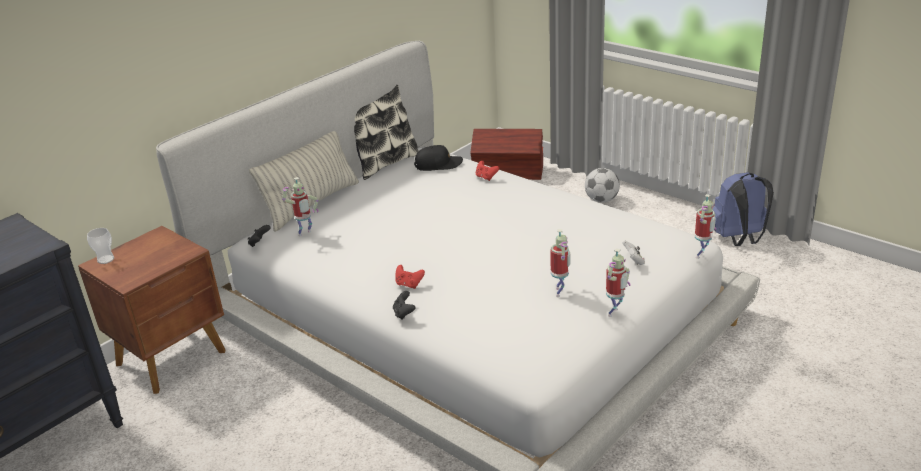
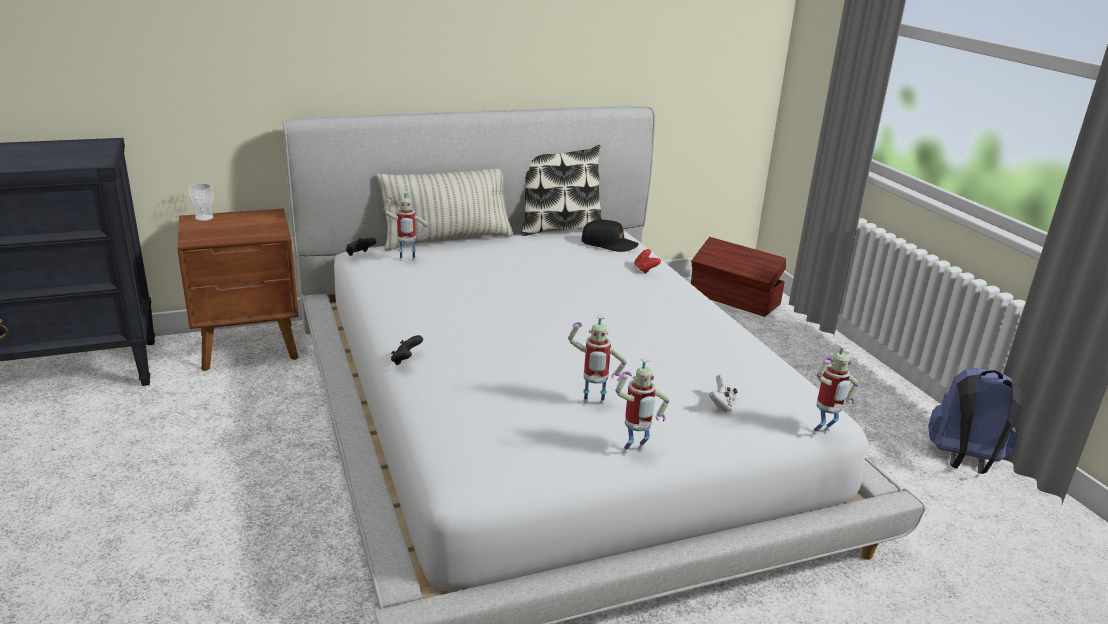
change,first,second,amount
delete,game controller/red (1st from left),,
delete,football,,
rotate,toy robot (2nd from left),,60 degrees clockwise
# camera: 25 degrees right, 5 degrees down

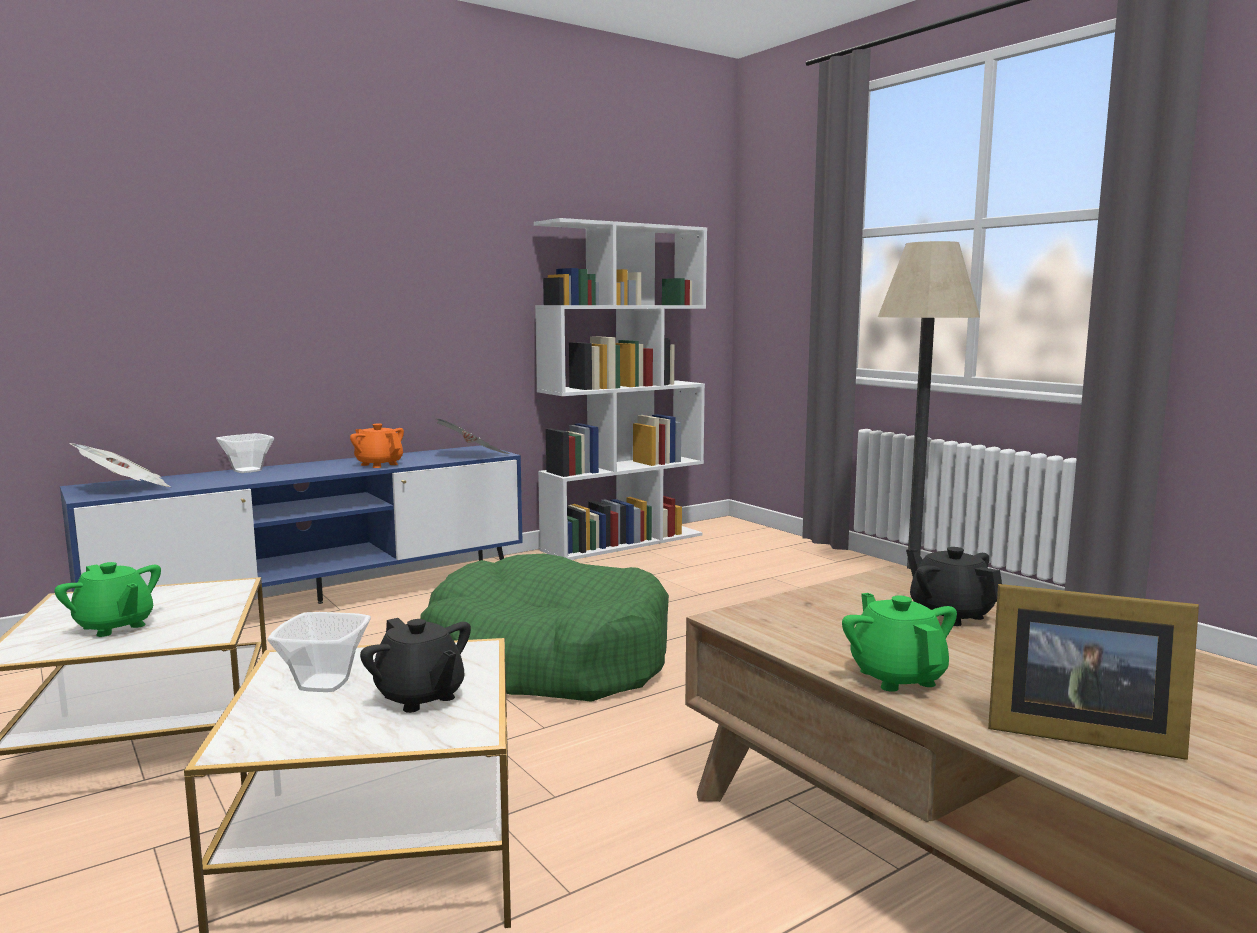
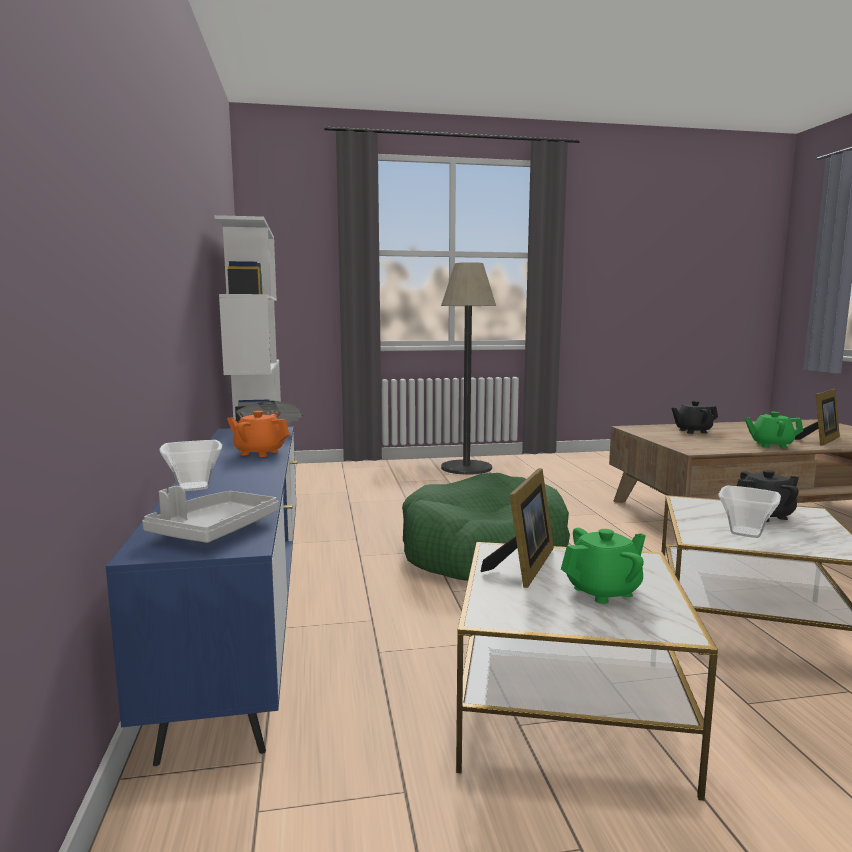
change,first,second,amount
insert,,picture frame (1st from left),
replace,newspaper (1st from left),tray/grey,
rotate,teapot/orange,,45 degrees clockwise
# camera: 65 degrees left, 0 degrees up

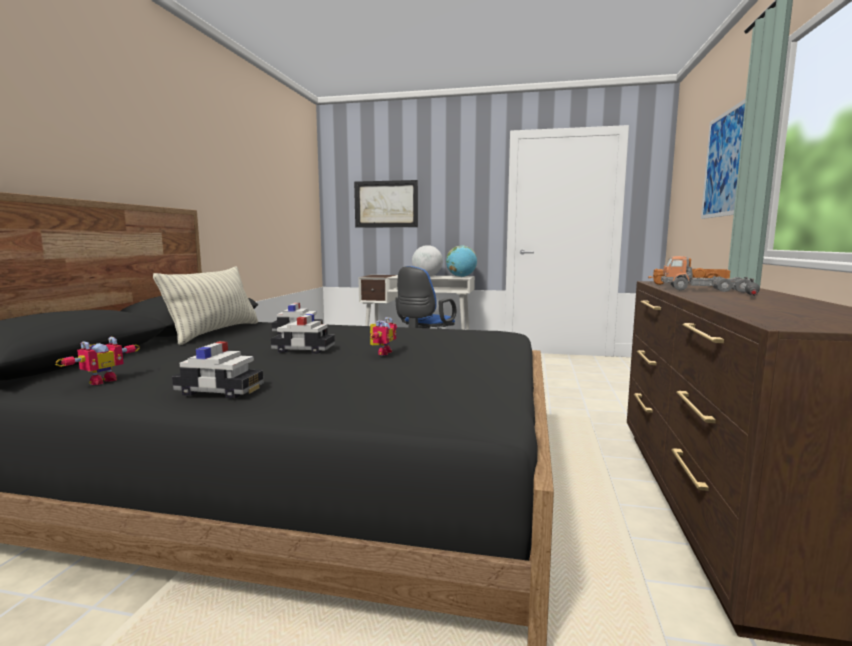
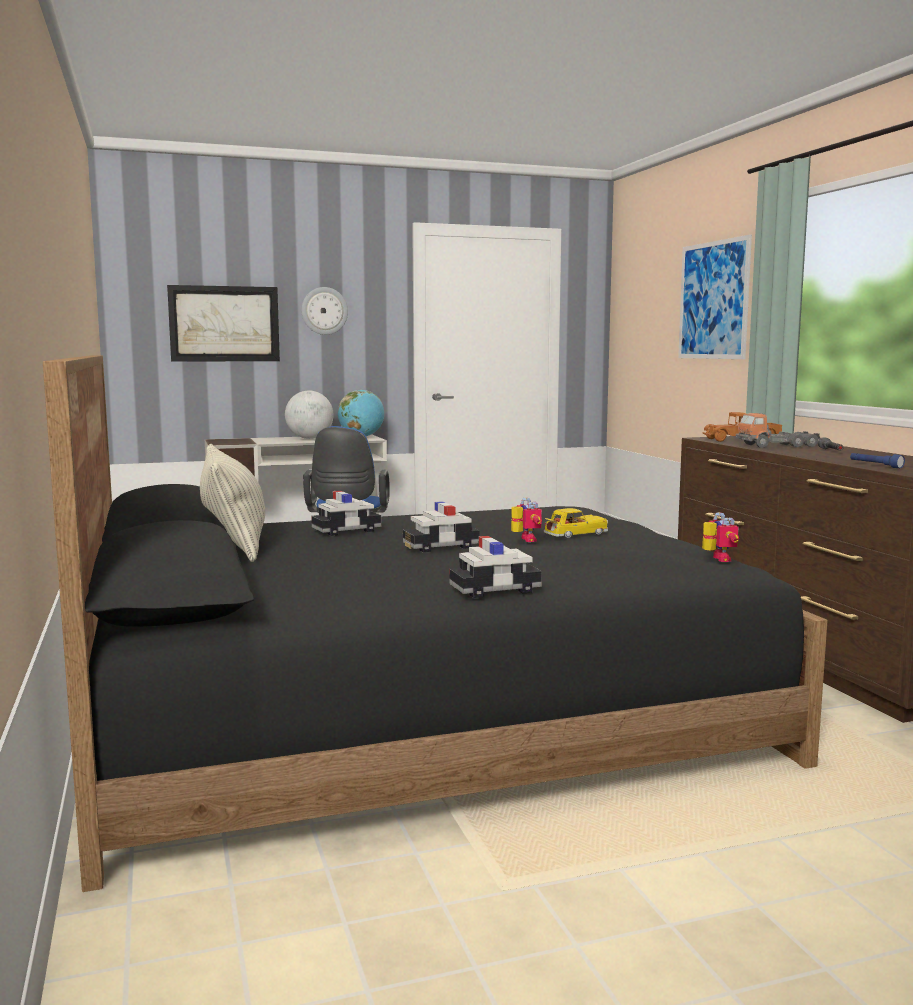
change,first,second,amount
insert,,wall clock,
insert,,toy car (4th from left),
insert,,flashlight/blue,
move,toy robot (1st from left in the first image),toy robot (2nd from left),
# camera: 30 degrees left, 0 degrees up

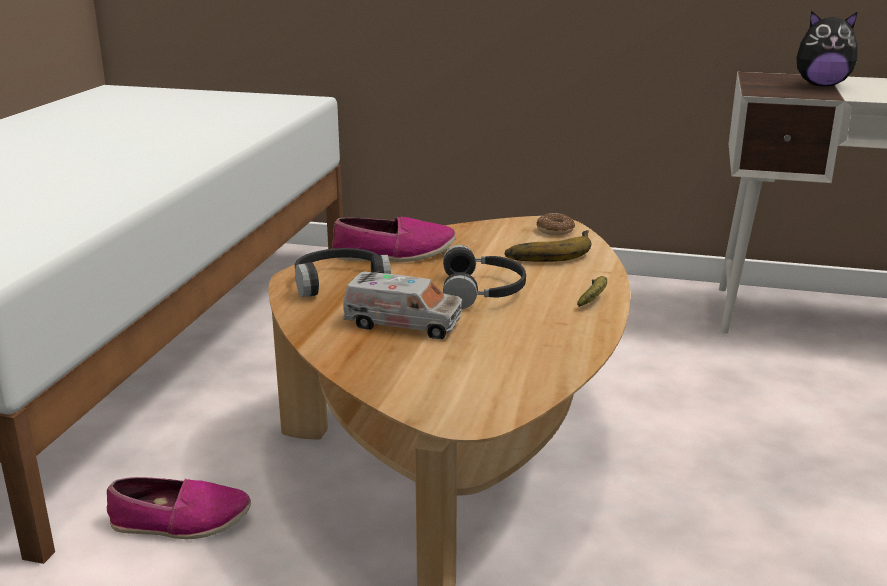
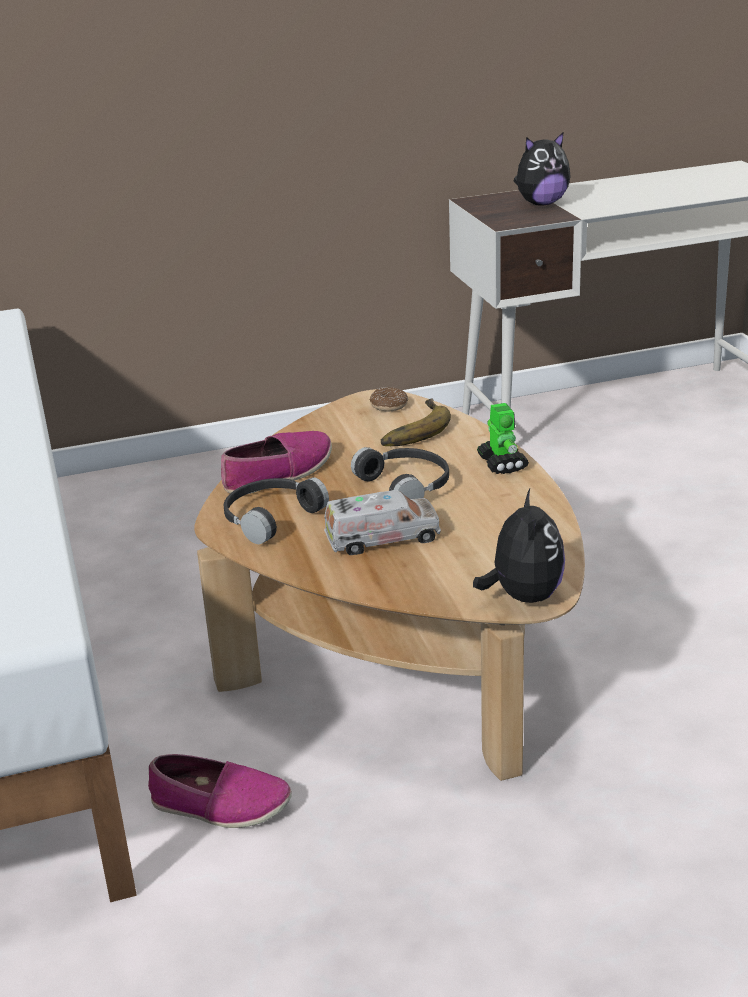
change,first,second,amount
insert,,plush toy (1st from left),
replace,banana (2nd from left),toy robot,
rotate,shoe (1st from left),,45 degrees clockwise
# camera: 30 degrees left, 5 degrees up

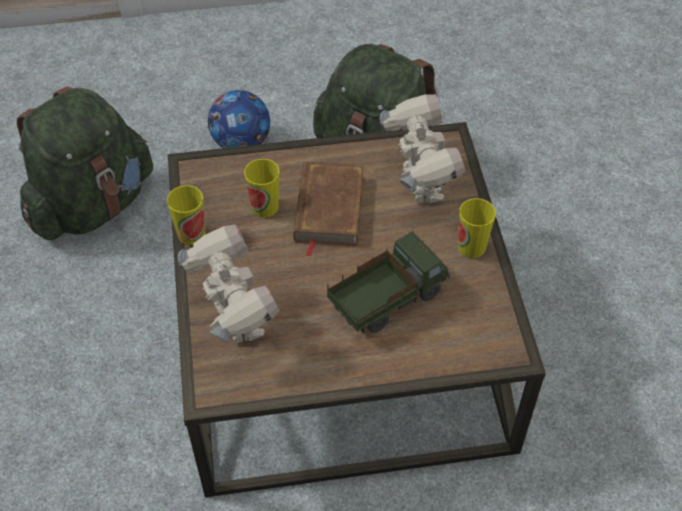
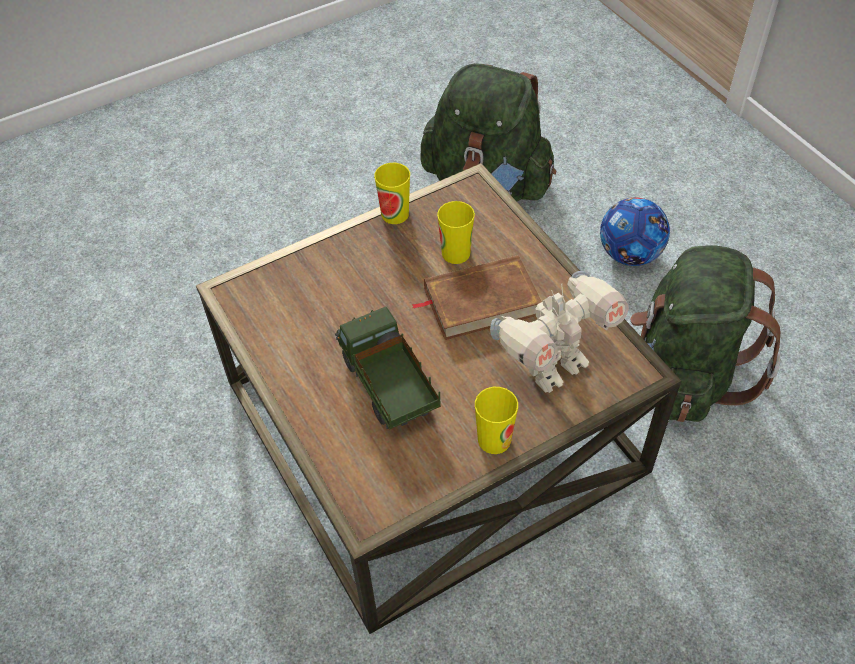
change,first,second,amount
delete,toy robot (1st from left),,
rotate,toy truck,,150 degrees counterclockwise
# camera: 70 degrees right, 0 degrees up

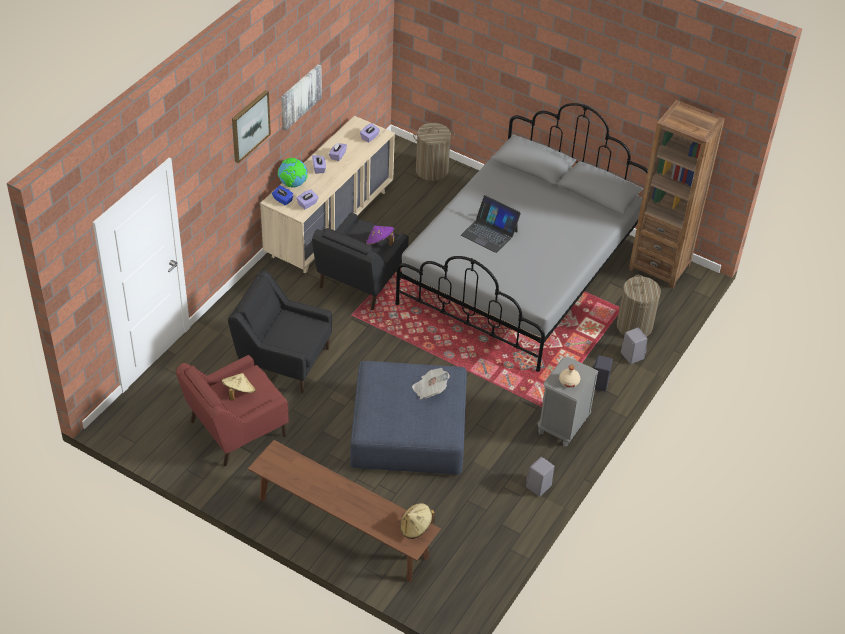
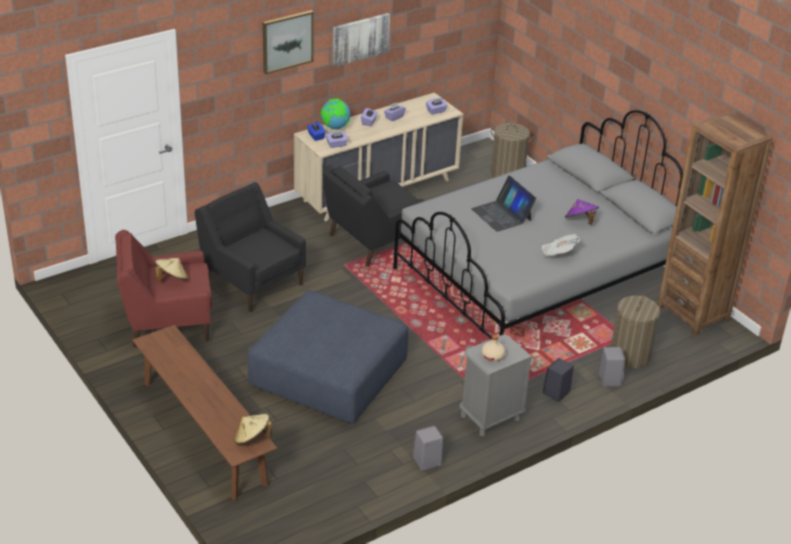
change,first,second,amount
move,hat/purple,,
move,newspaper,,
# camera: 25 degrees right, 10 degrees down

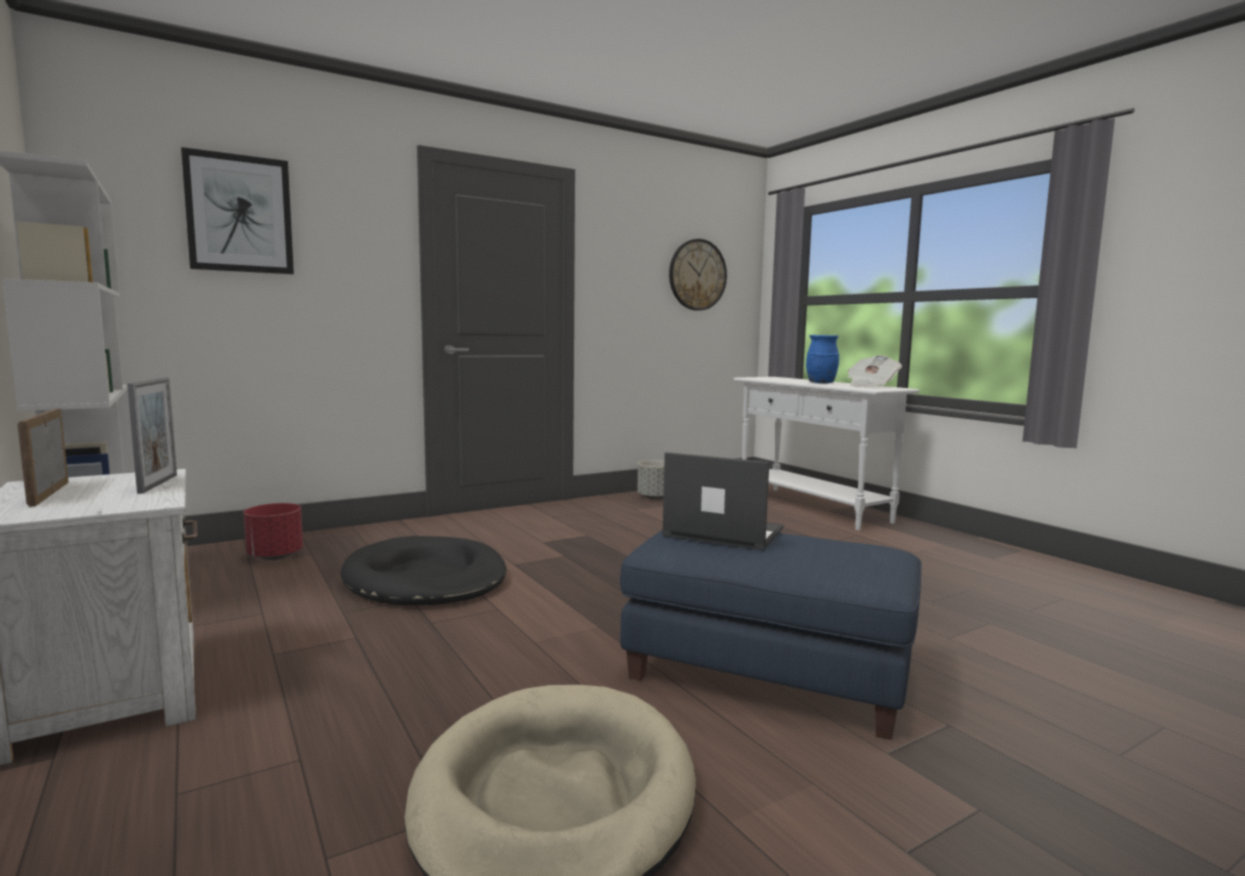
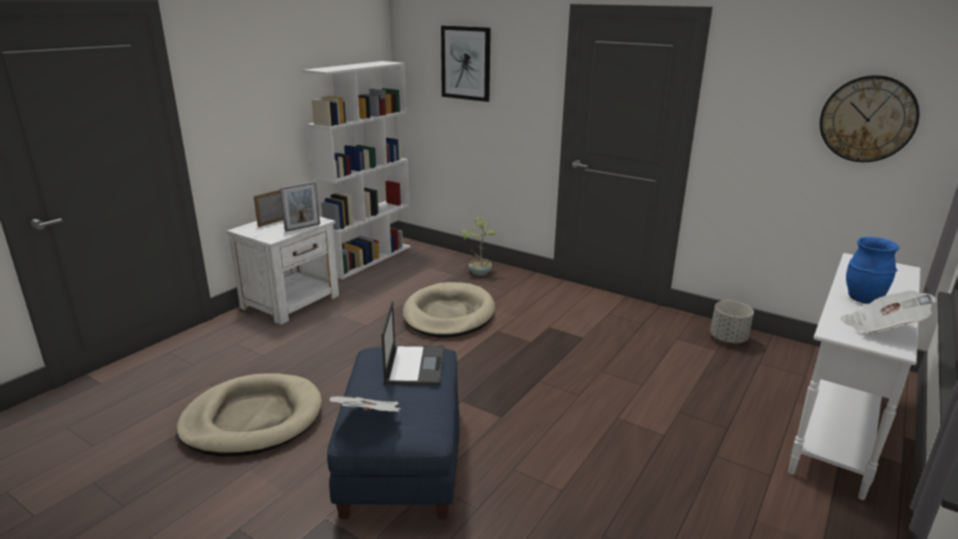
change,first,second,amount
delete,planter/red,,
insert,,newspaper (1st from left),
insert,,potted plant,
recolor,dog bed/black,dog bed/beige (2nd from left),
# camera: 65 degrees right, 15 degrees up

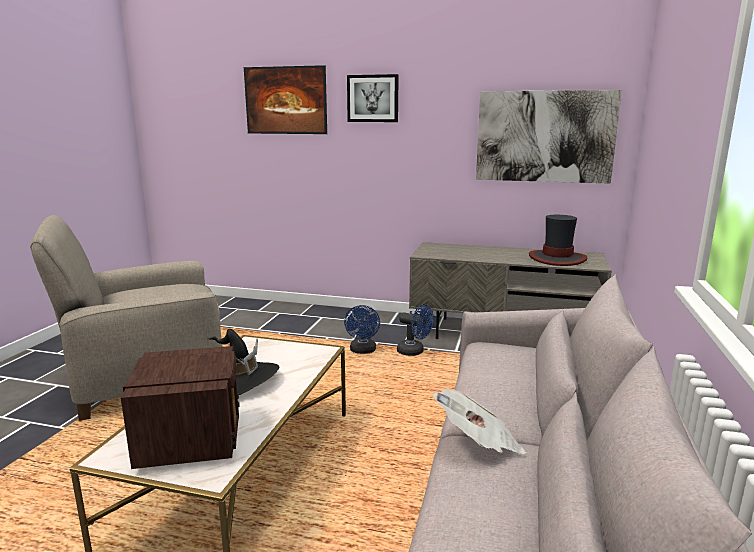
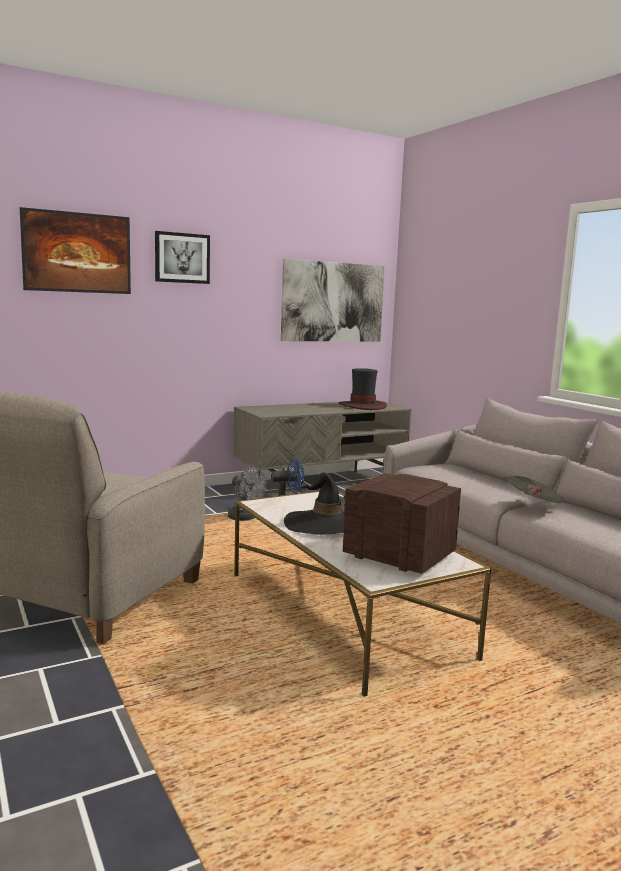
change,first,second,amount
recolor,fan/blue (1st from left),fan/grey,
# camera: 45 degrees left, 5 degrees down

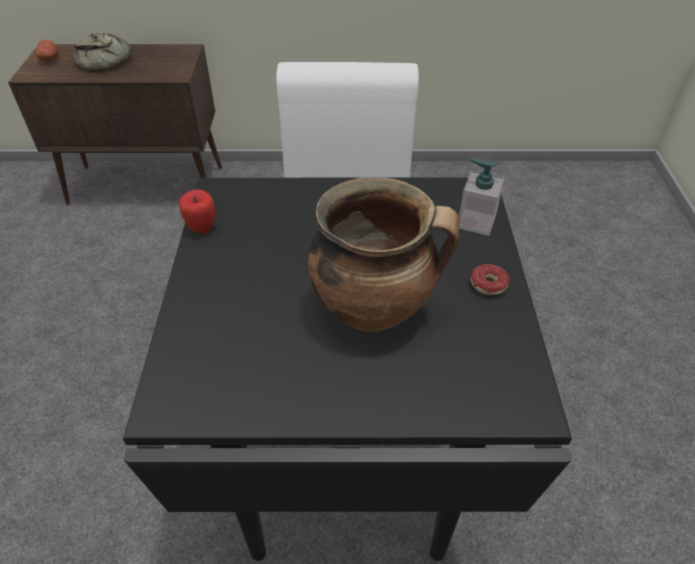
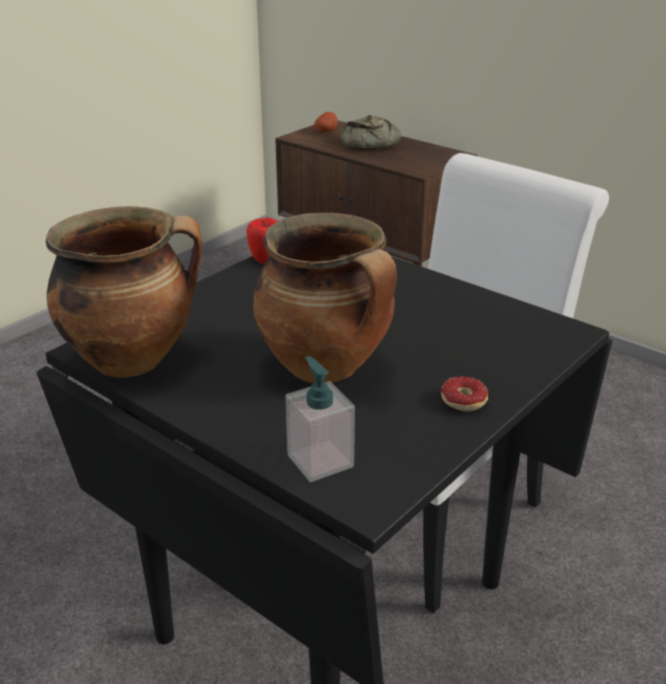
change,first,second,amount
insert,,cooking pot (1st from left),
move,soap dispenser,,
# camera: 40 degrees right, 15 degrees down

